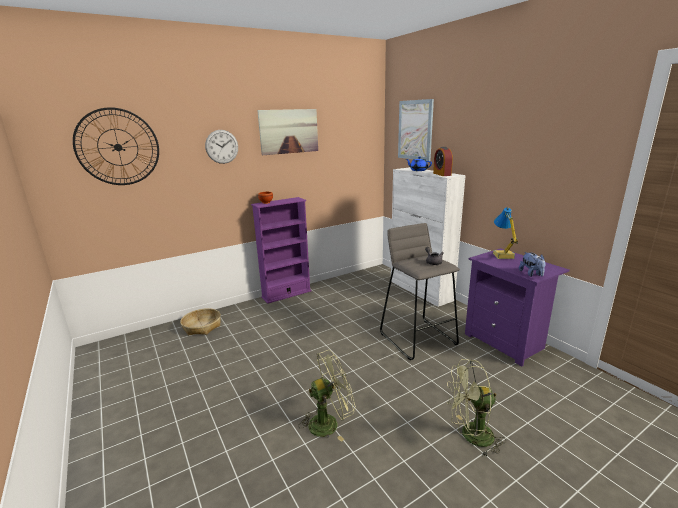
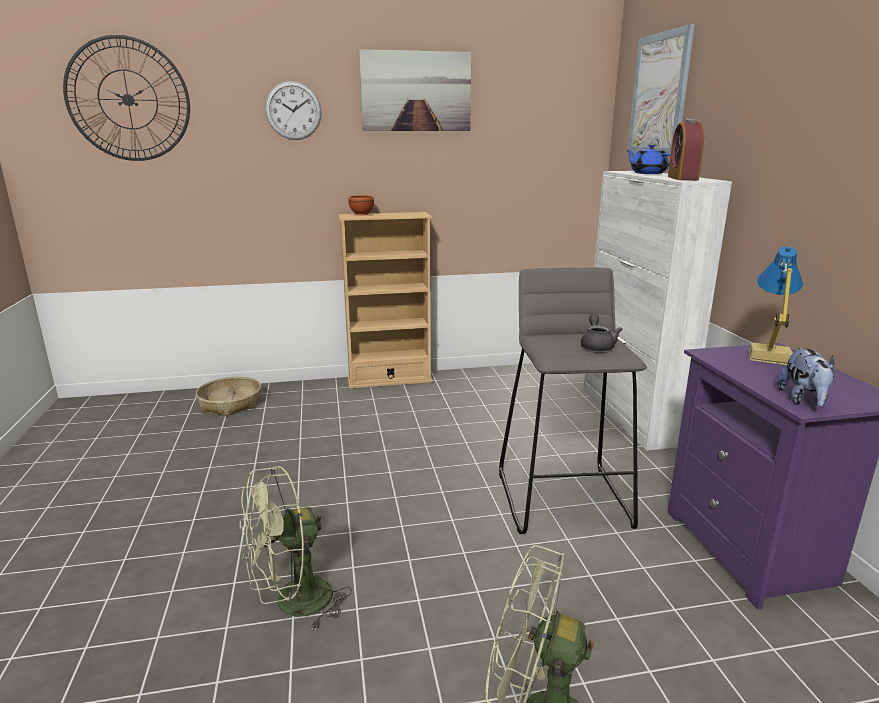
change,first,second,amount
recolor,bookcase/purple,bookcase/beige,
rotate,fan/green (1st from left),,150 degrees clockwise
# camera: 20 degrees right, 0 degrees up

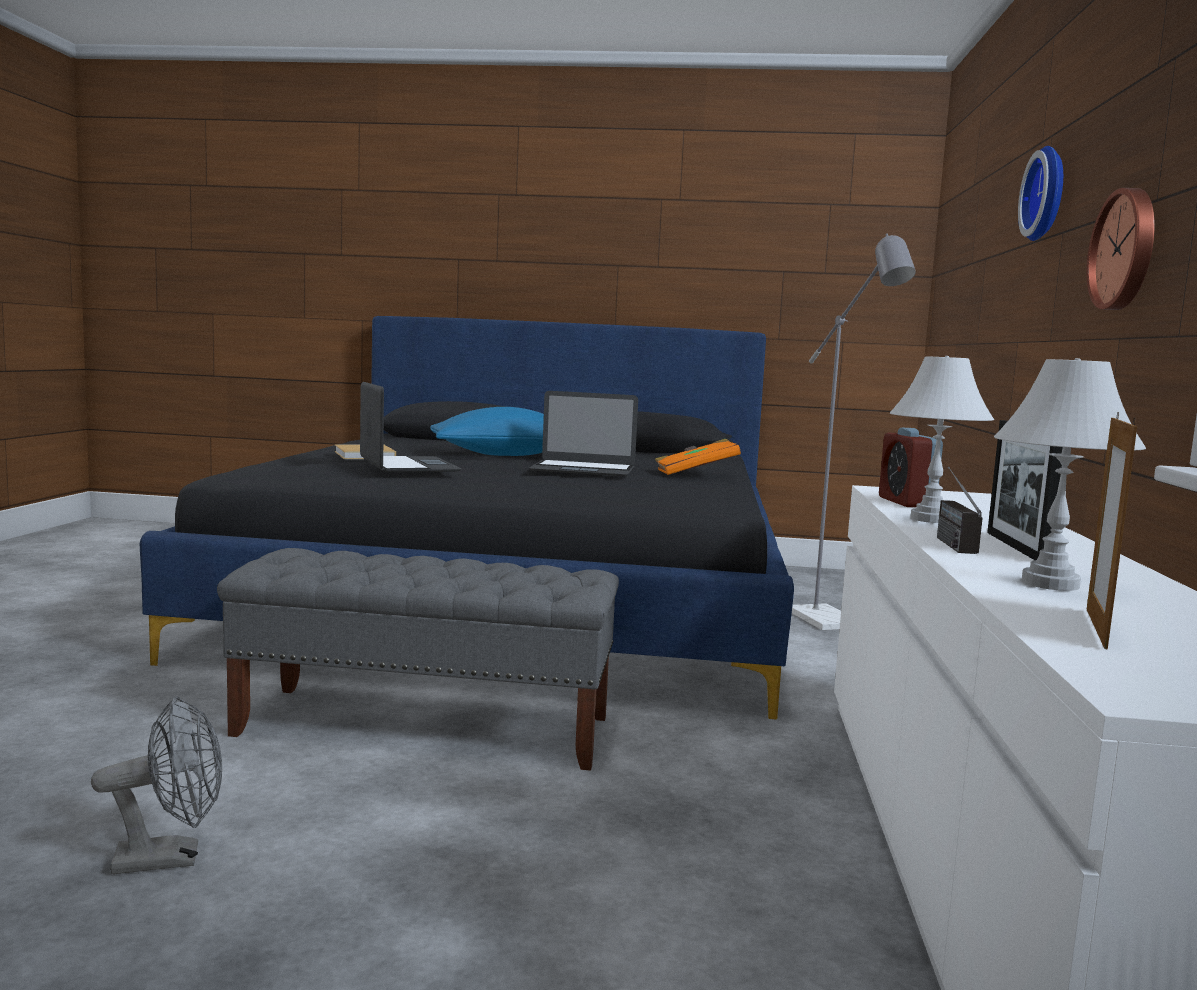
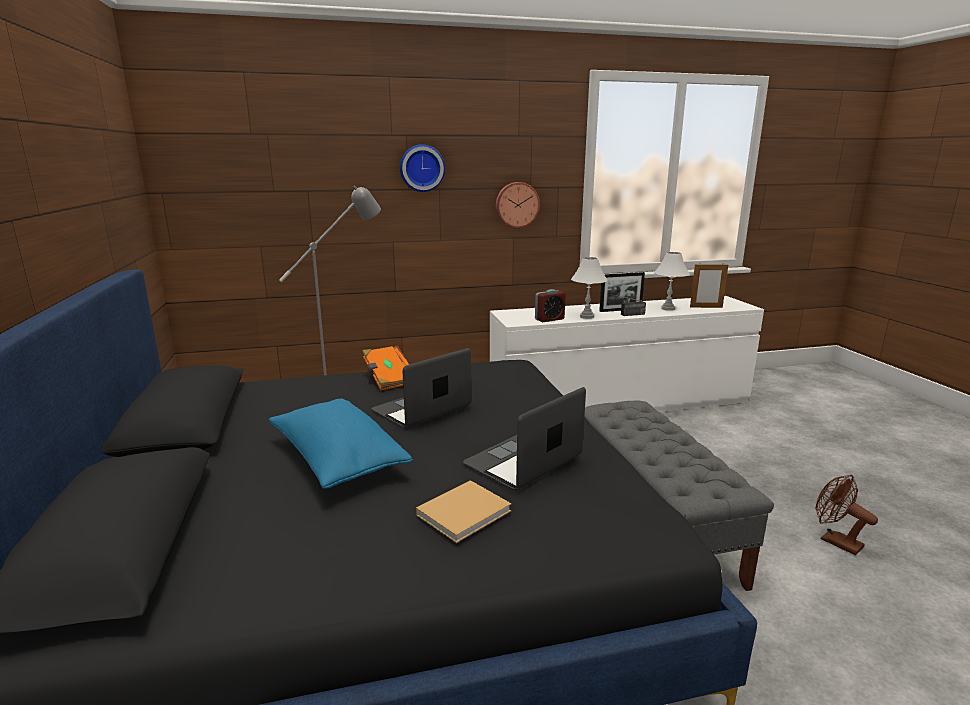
change,first,second,amount
recolor,fan/grey,fan/brown,
rotate,laptop (2nd from left in the first image),laptop (1st from left),120 degrees counterclockwise
# camera: 110 degrees left, 10 degrees up

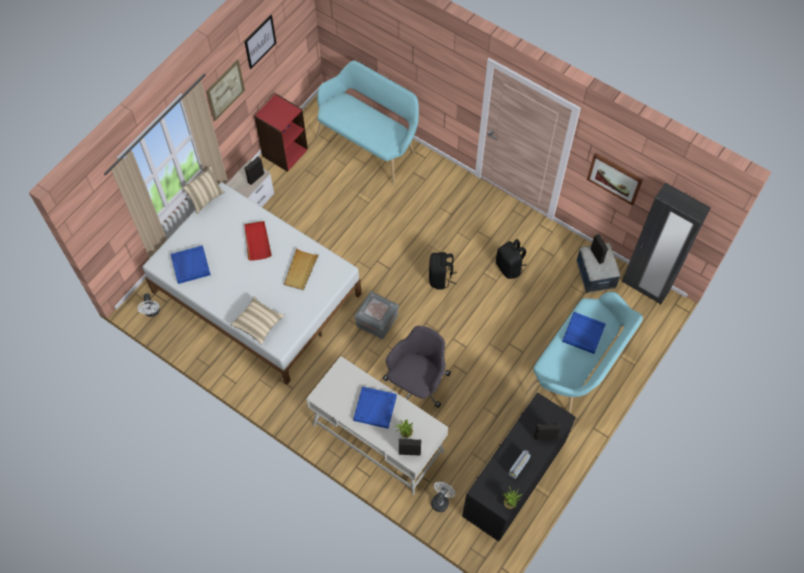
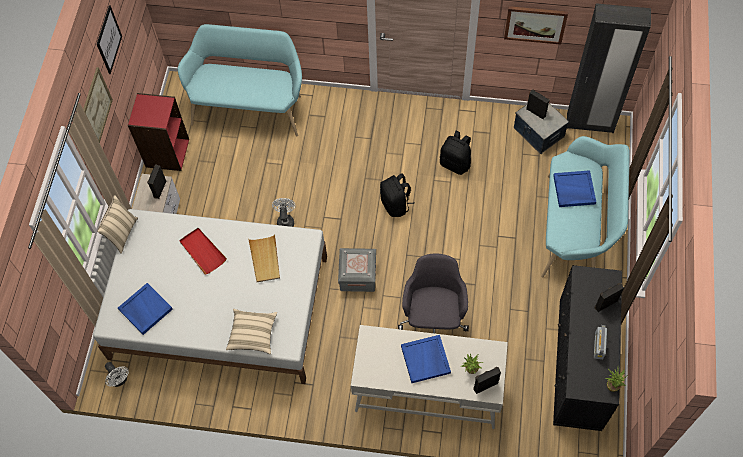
change,first,second,amount
move,fan/white (2nd from left),,
# camera: 25 degrees left, 0 degrees up

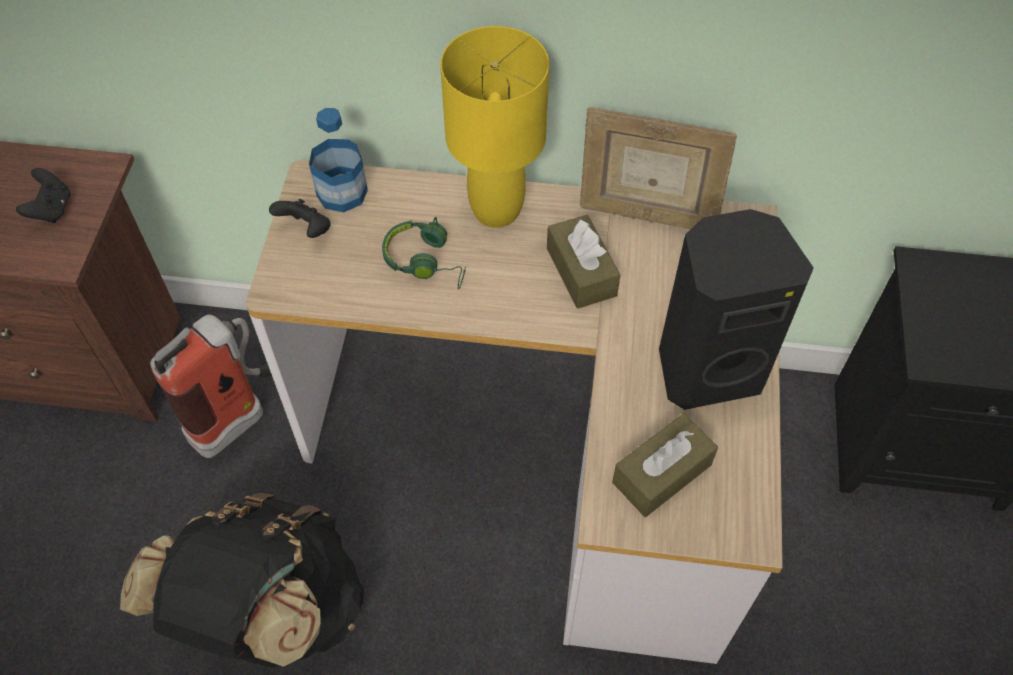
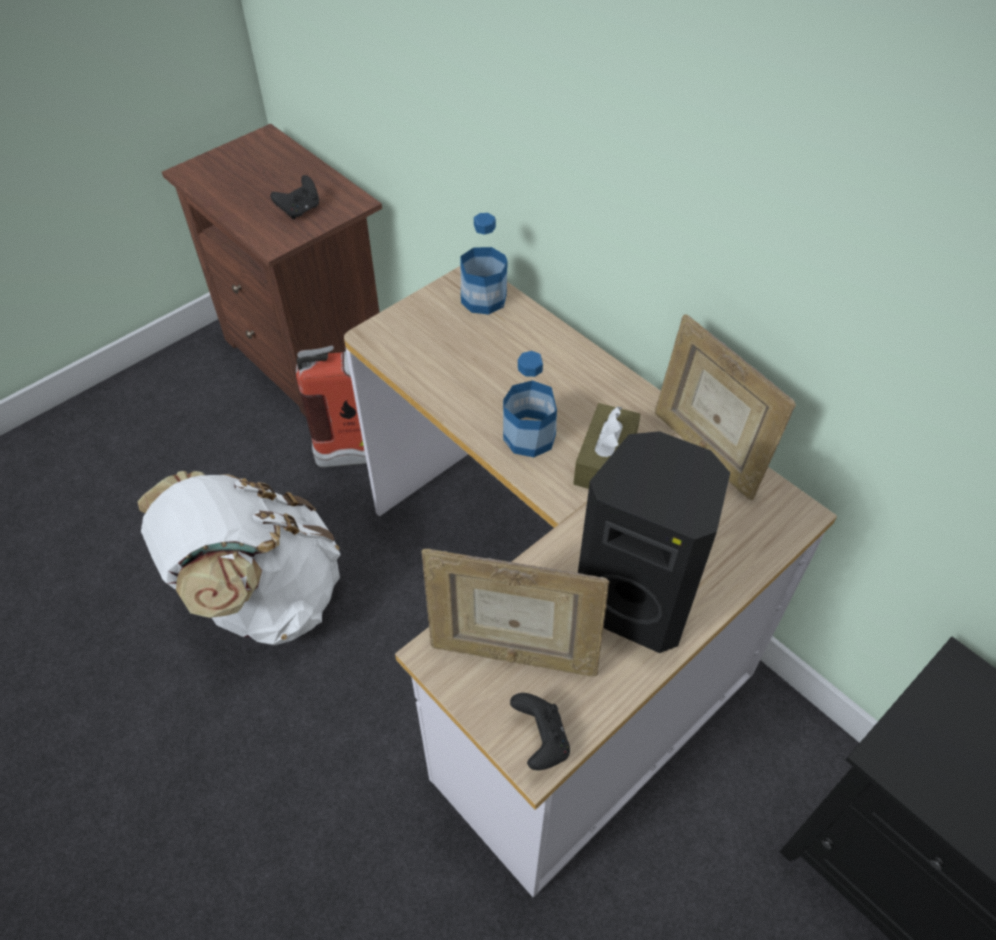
change,first,second,amount
delete,headphones/green,,
delete,table lamp/yellow,,
insert,,bottle (2nd from left),
move,game controller/black (2nd from left),,
replace,tissue box/brown (2nd from left),picture frame (1st from left),
recolor,backpack/black,backpack/white,
# camera: 40 degrees right, 5 degrees down

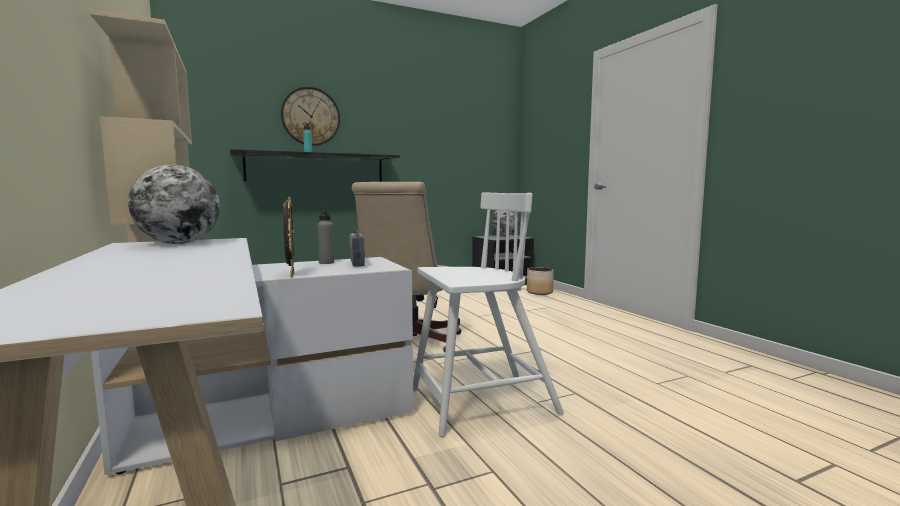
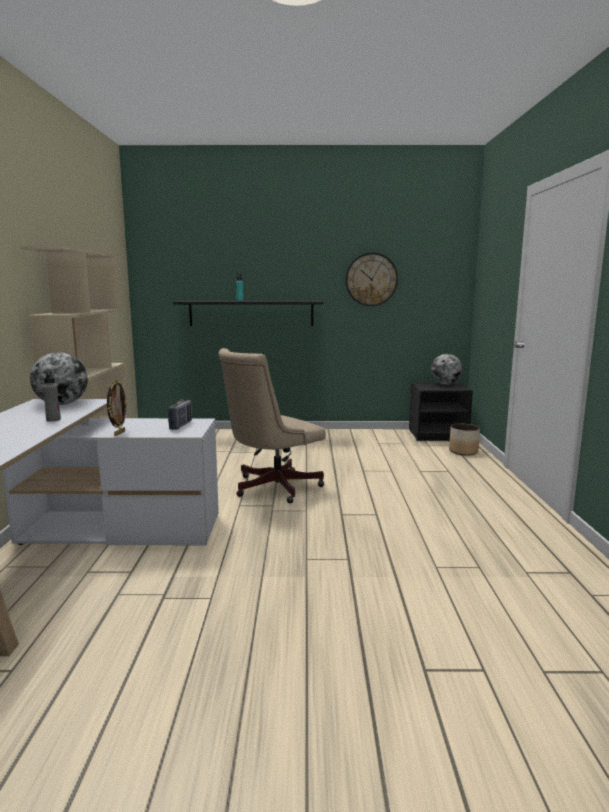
change,first,second,amount
delete,chair/white,,
move,wall clock,,
move,bottle/grey,,
# camera: 25 degrees right, 5 degrees up

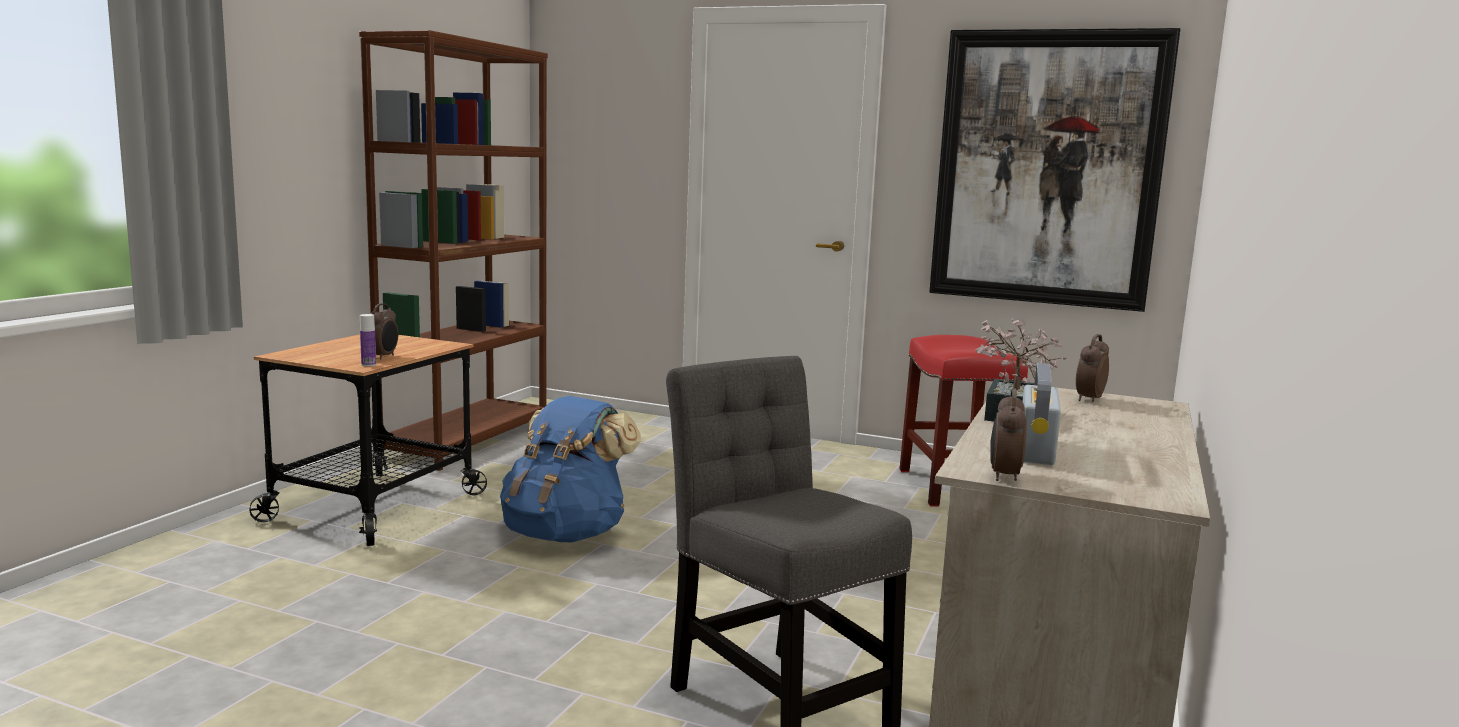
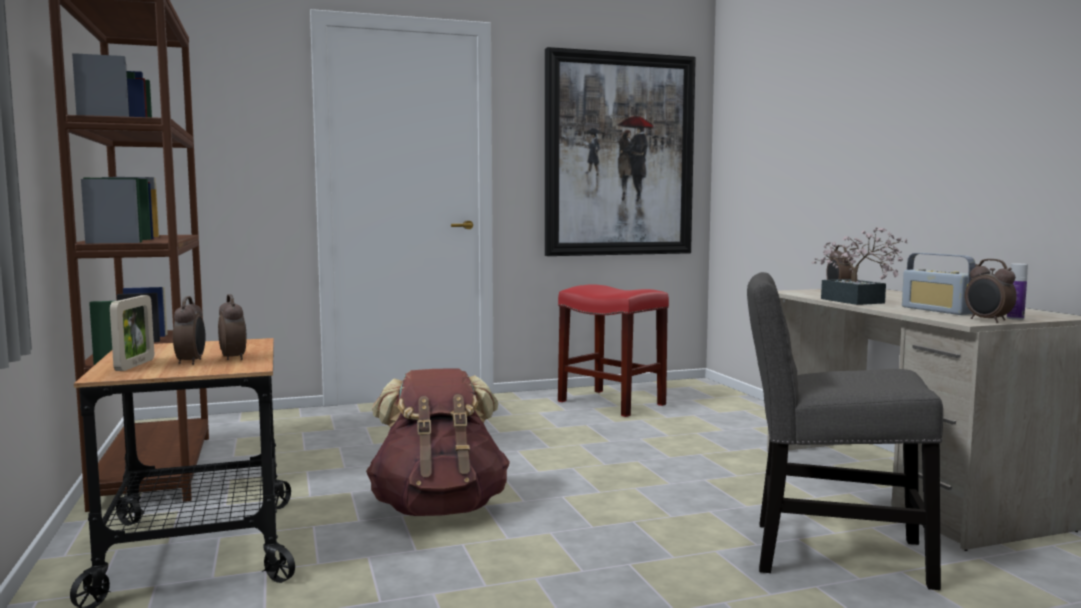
change,first,second,amount
insert,,picture frame,
insert,,alarm clock (1st from left),
move,bottle,,
recolor,backpack/blue,backpack/brown,
# camera: 40 degrees left, 5 degrees down

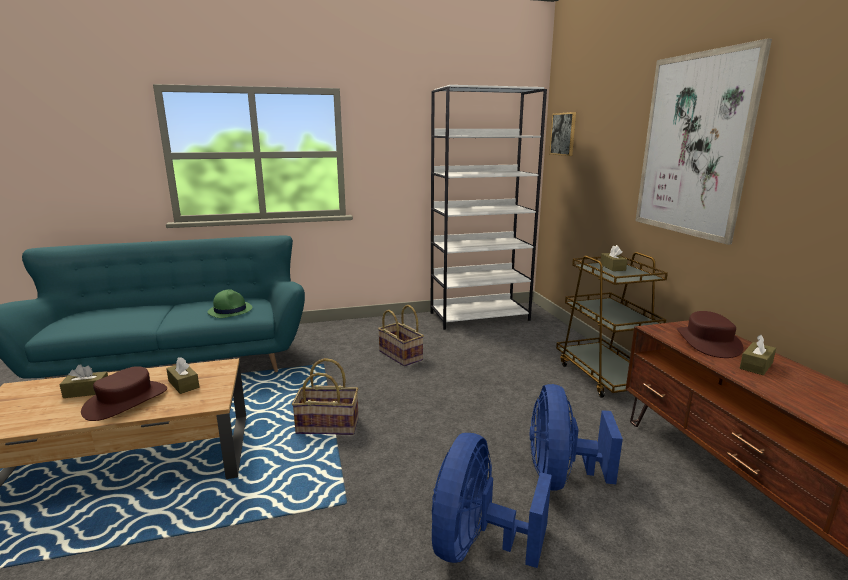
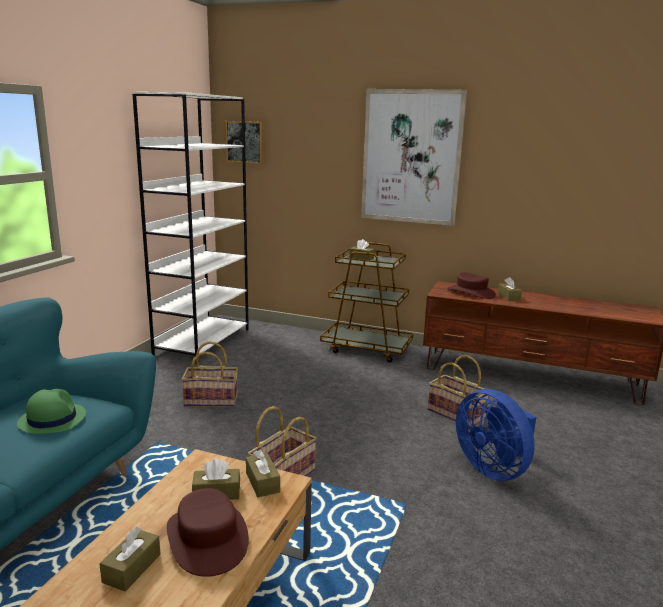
change,first,second,amount
insert,,tissue box/brown (3rd from left),
replace,fan/blue (2nd from left),basket (3rd from left),
# camera: 55 degrees left, 0 degrees up

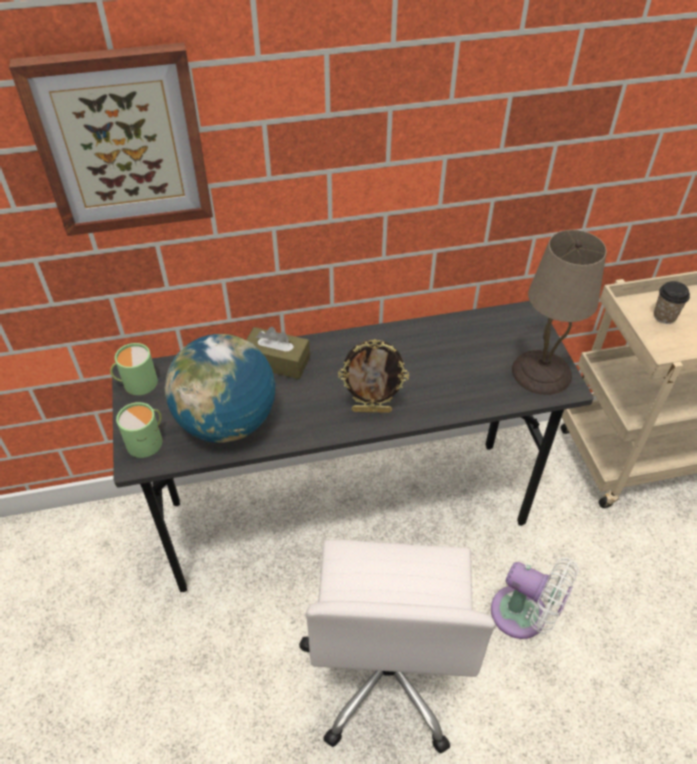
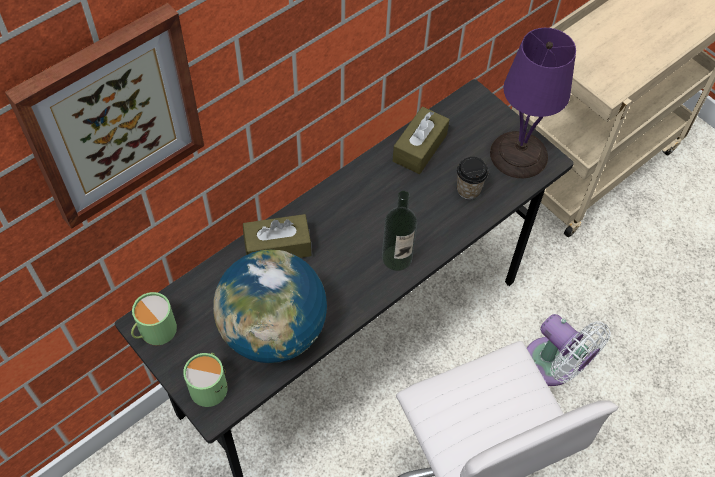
change,first,second,amount
insert,,tissue box/brown (2nd from left),
move,cup,,
replace,picture frame,bottle,
recolor,table lamp/beige,table lamp/purple,
rotate,fan/white,,45 degrees clockwise
# camera: 30 degrees left, 10 degrees up

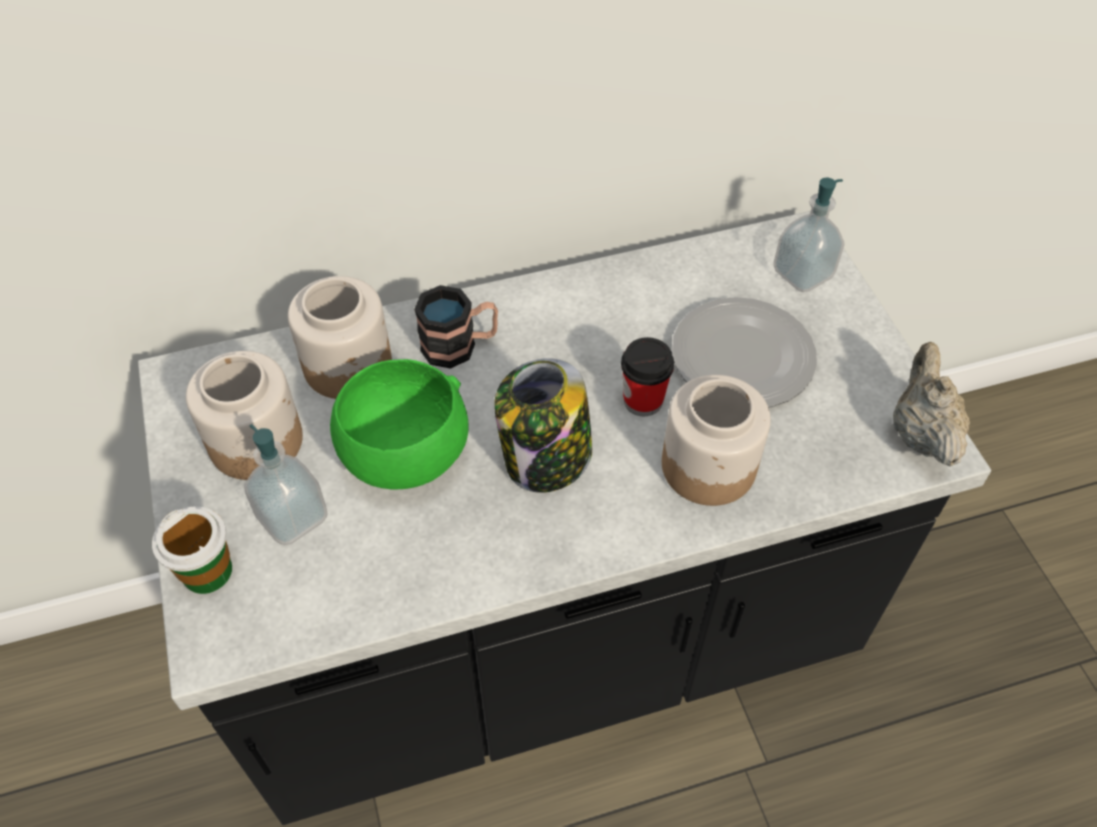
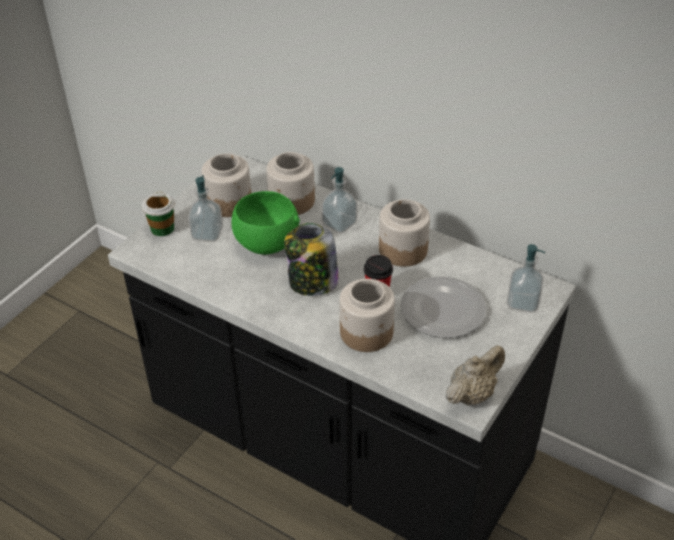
change,first,second,amount
insert,,jar (5th from left),
replace,mug,soap dispenser (2nd from left),
# camera: 50 degrees right, 10 degrees down

